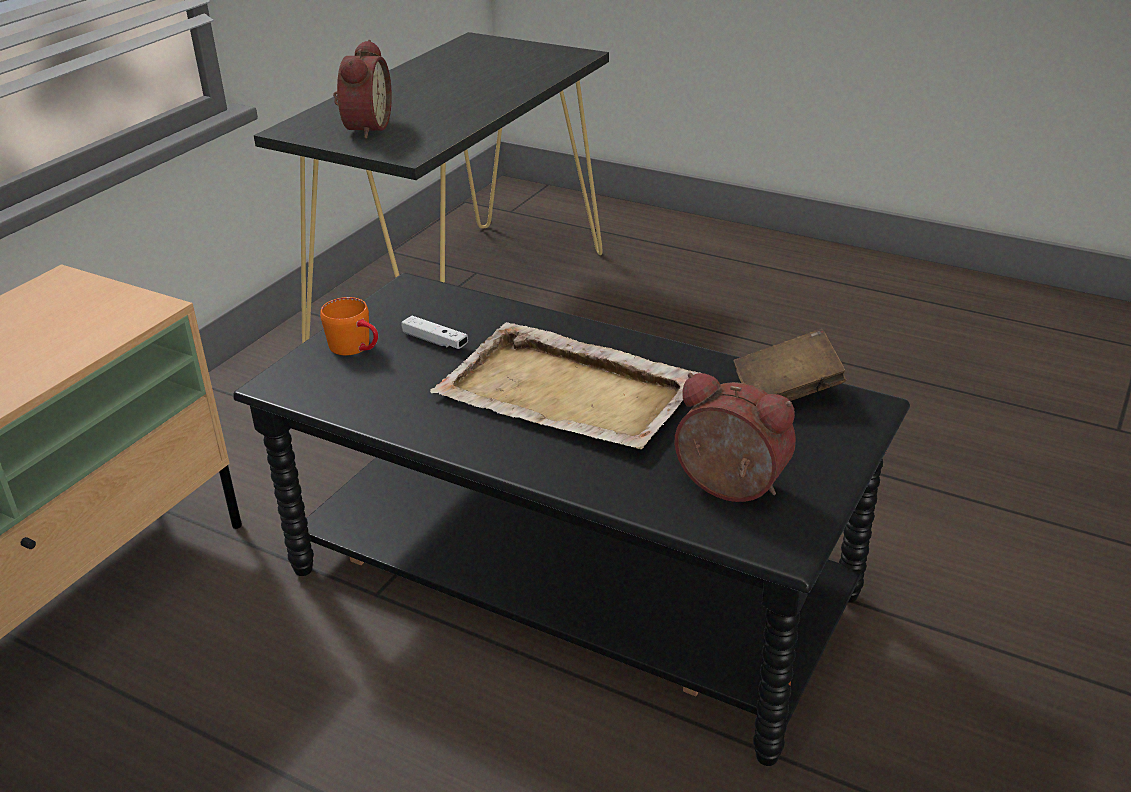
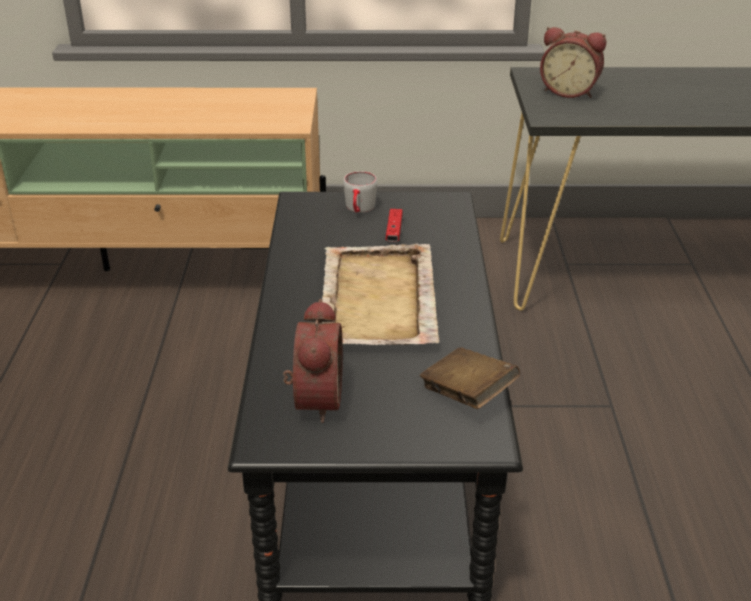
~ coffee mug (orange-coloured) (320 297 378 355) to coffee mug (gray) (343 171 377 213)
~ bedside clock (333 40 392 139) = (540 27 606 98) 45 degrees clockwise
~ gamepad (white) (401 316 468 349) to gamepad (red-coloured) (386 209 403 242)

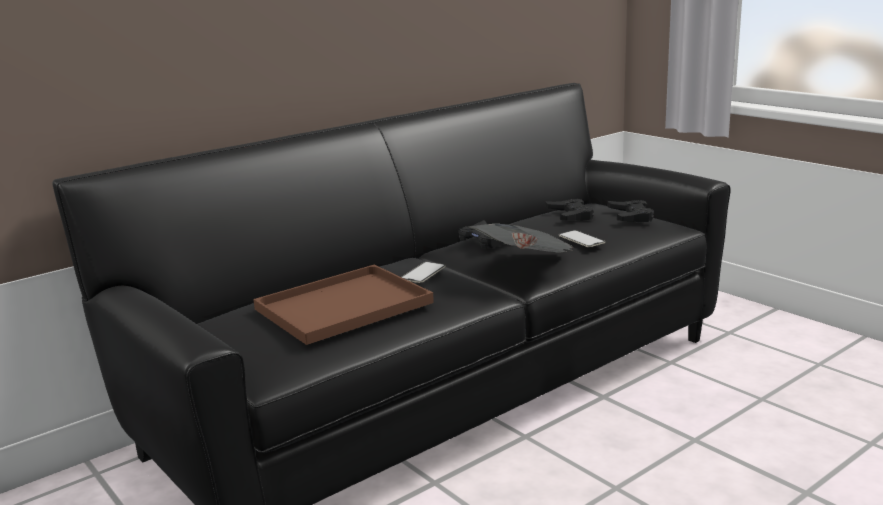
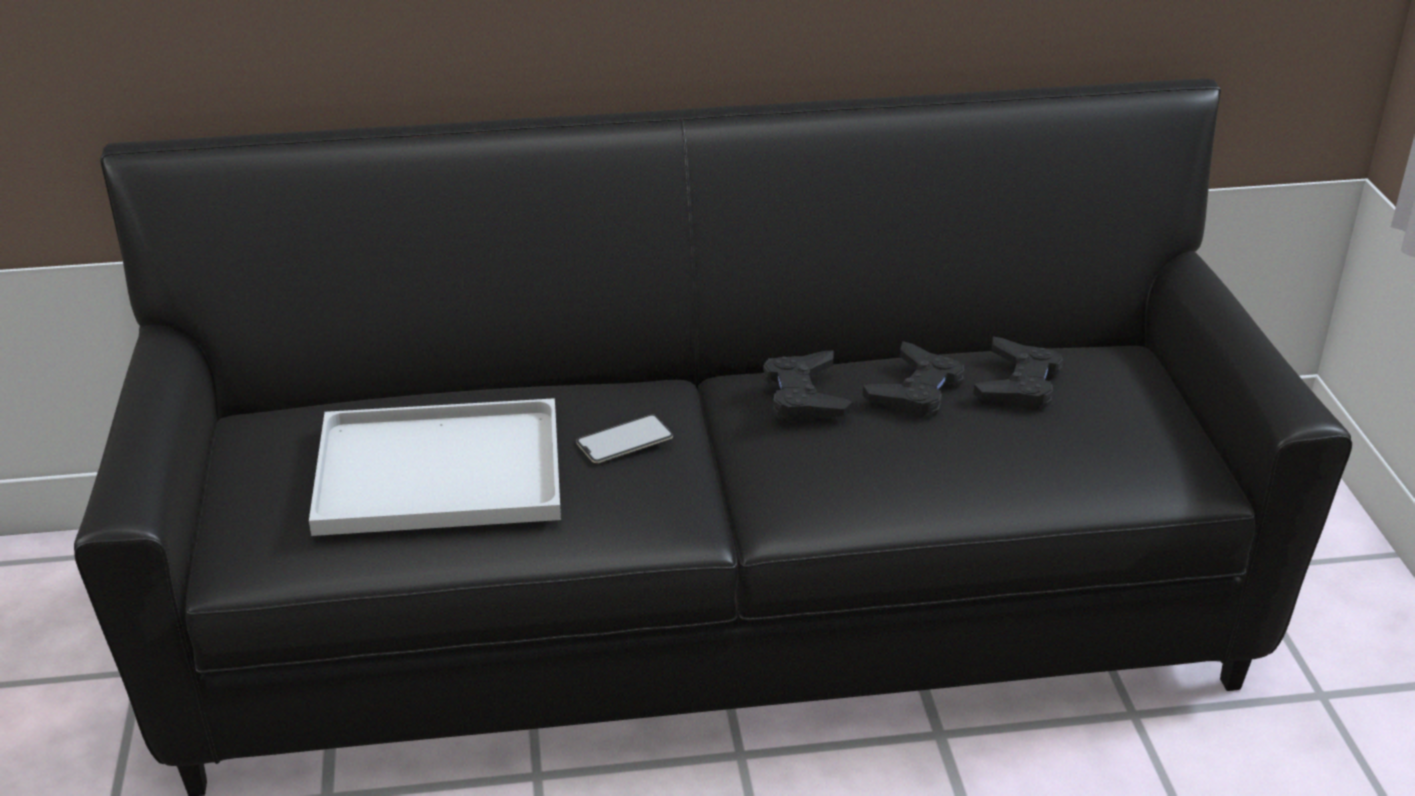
~ tray (brown) (253 264 434 345) to tray (white) (309 398 561 536)
- printed paper (469 224 574 252)
- phone (559 230 605 247)
~ gamepad (black) (607 200 654 222) to (862 341 964 418)

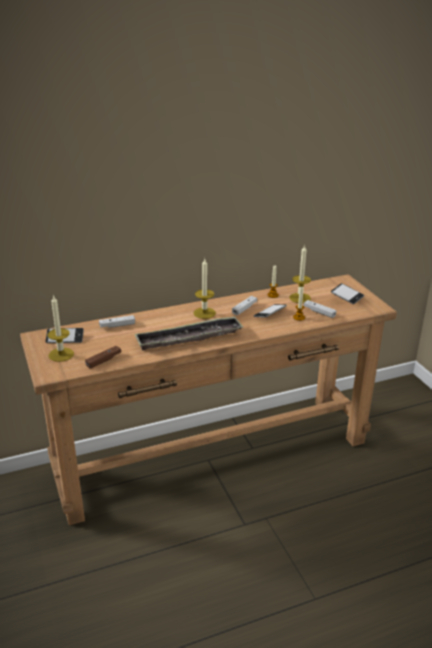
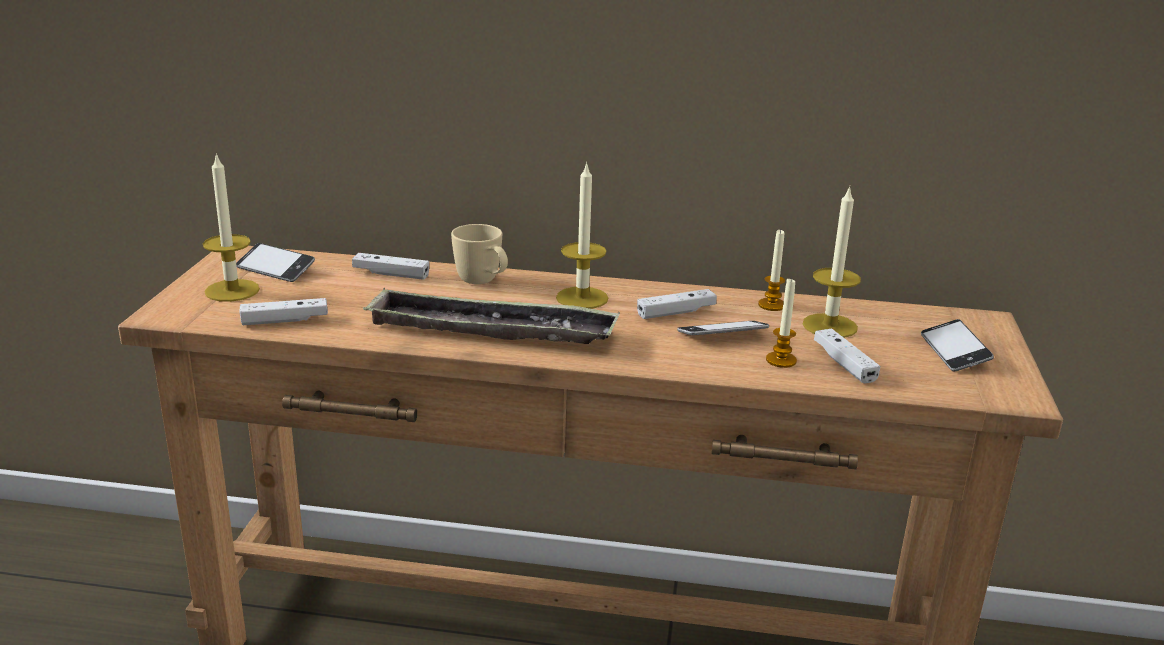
~ gamepad (brown) (85 346 121 369) to gamepad (white) (240 298 328 325)
+ coffee mug (sand-coloured) (451 224 508 284)

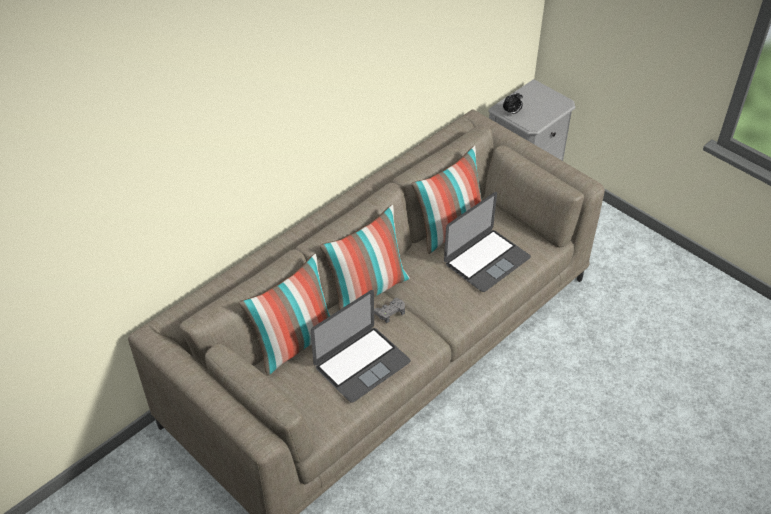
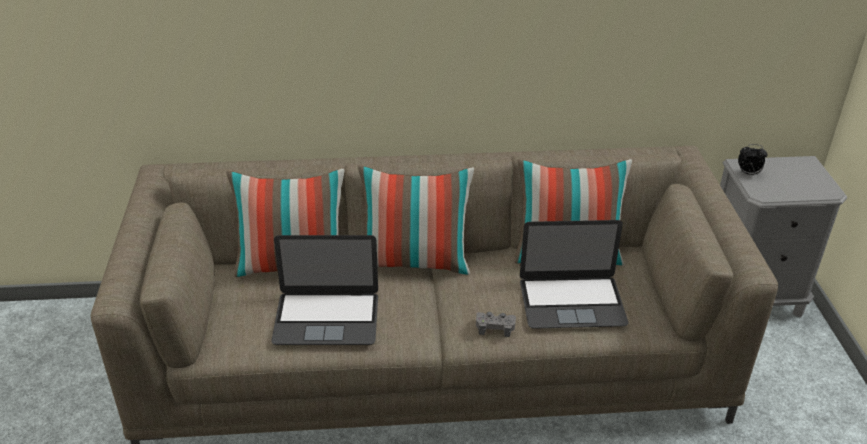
~ gamepad (gray) (374 298 405 323) to (476 312 516 337)

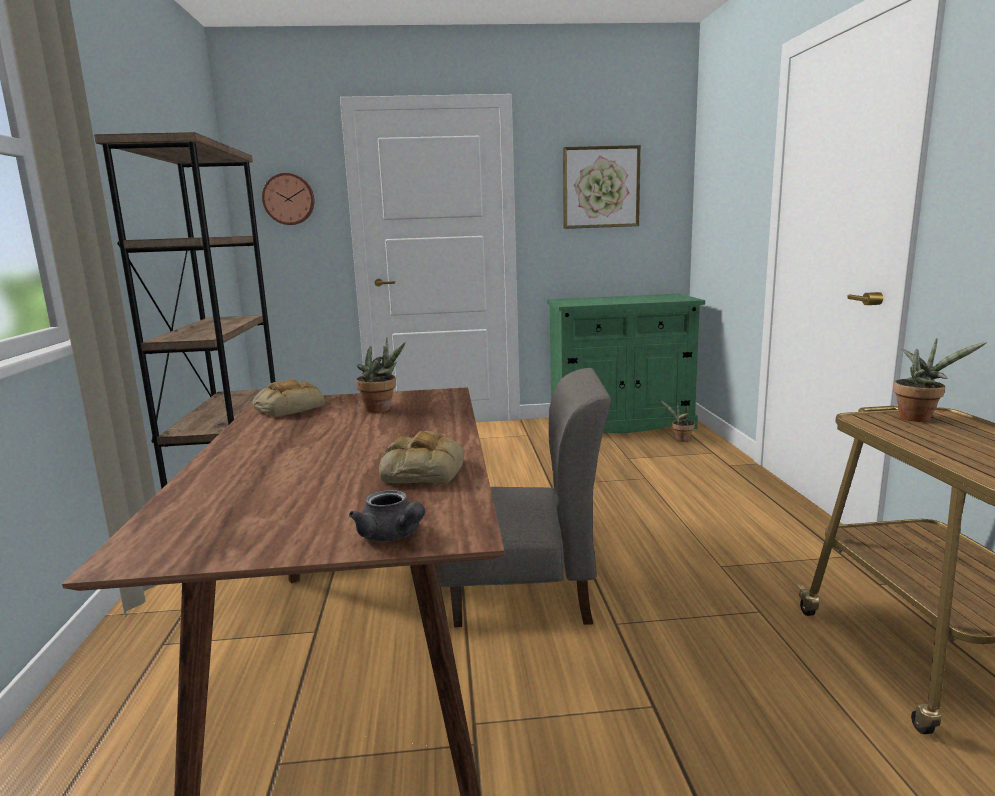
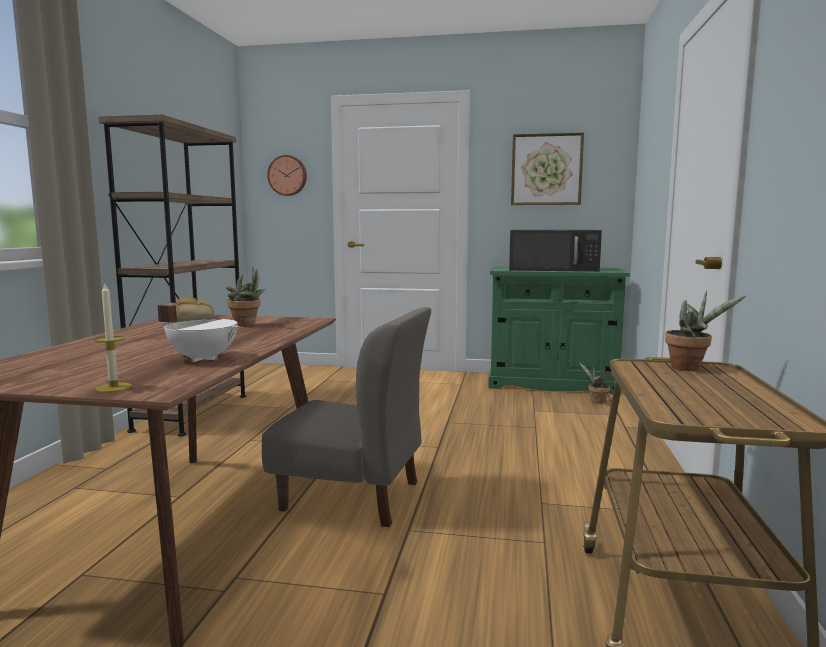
~ tea pot (gray) (349 490 425 542) to candle (94 284 132 392)
~ bread (379 431 464 484) to saucepot (white) (158 305 240 362)
+ microwave (black) (509 230 602 272)

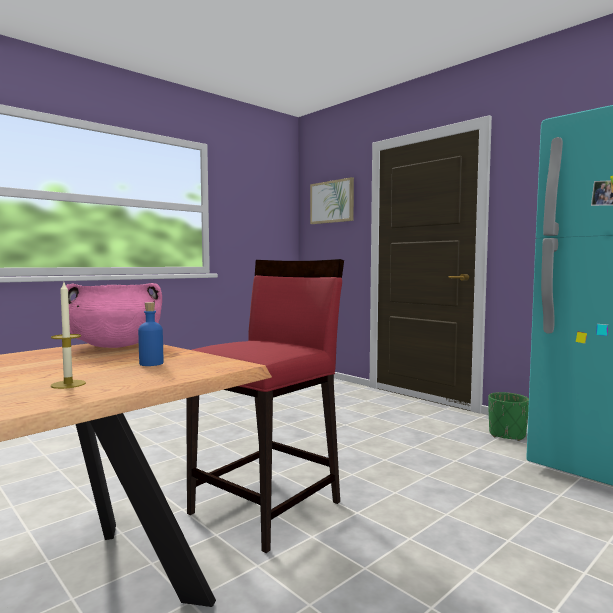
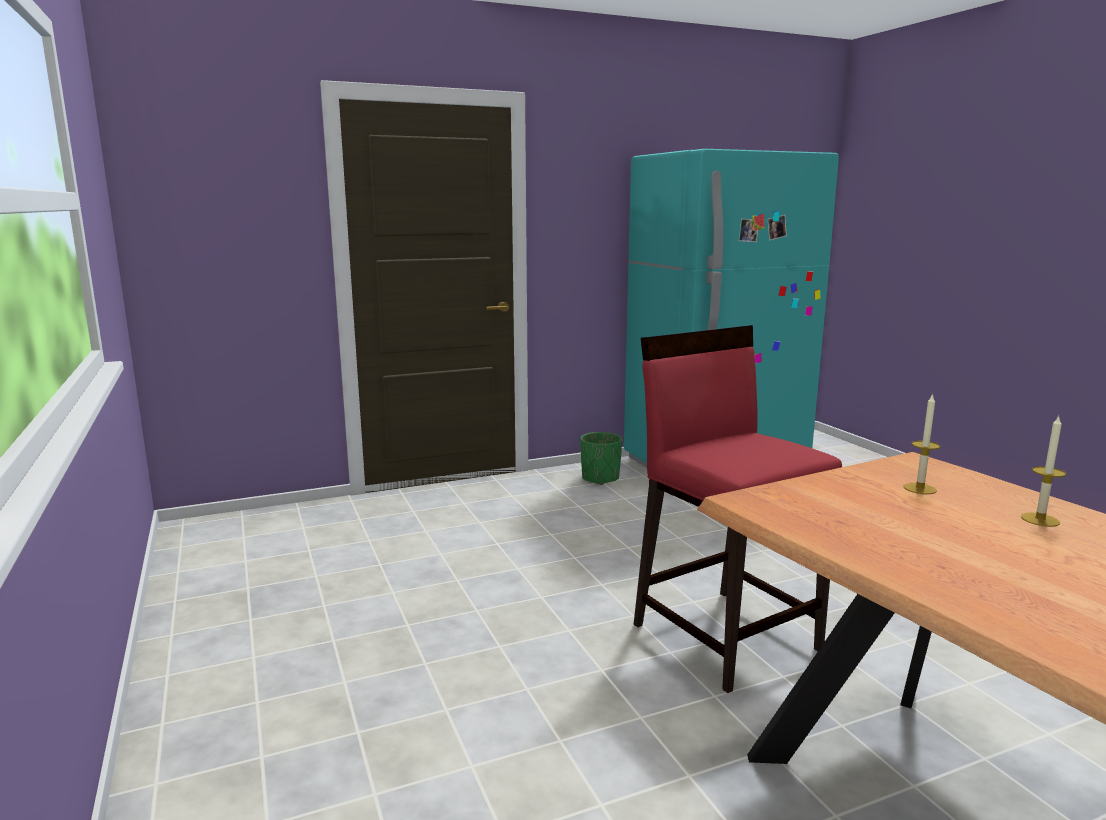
- saucepot (pink-coloured) (66 283 162 348)
~ drink bottle (blue-coloured) (138 302 163 366) to candle (904 393 940 494)
- wall art (310 177 354 224)

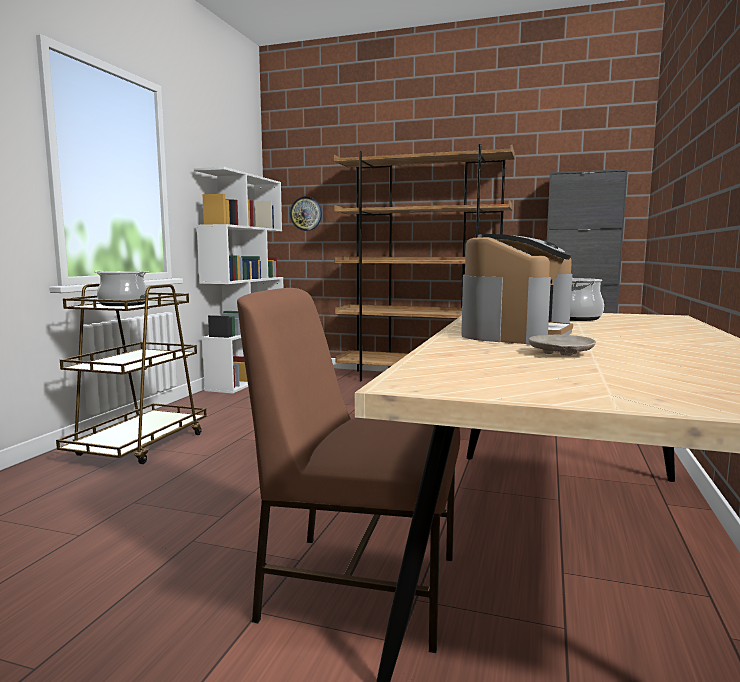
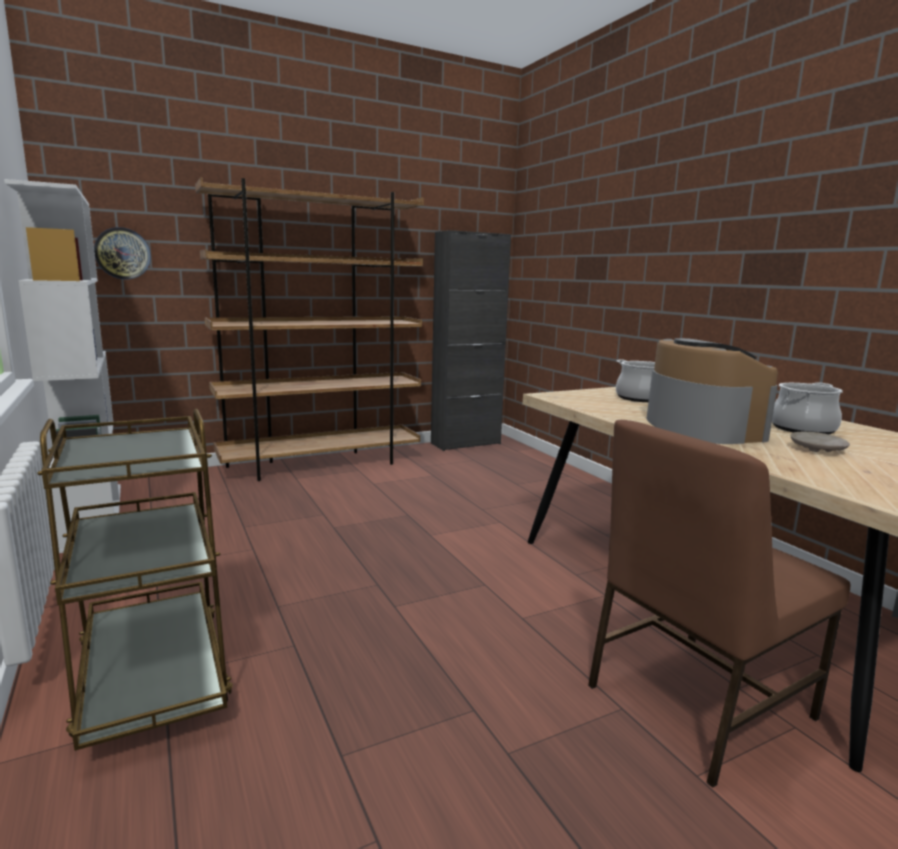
~ saucepot (94 271 149 306) to (772 382 843 434)

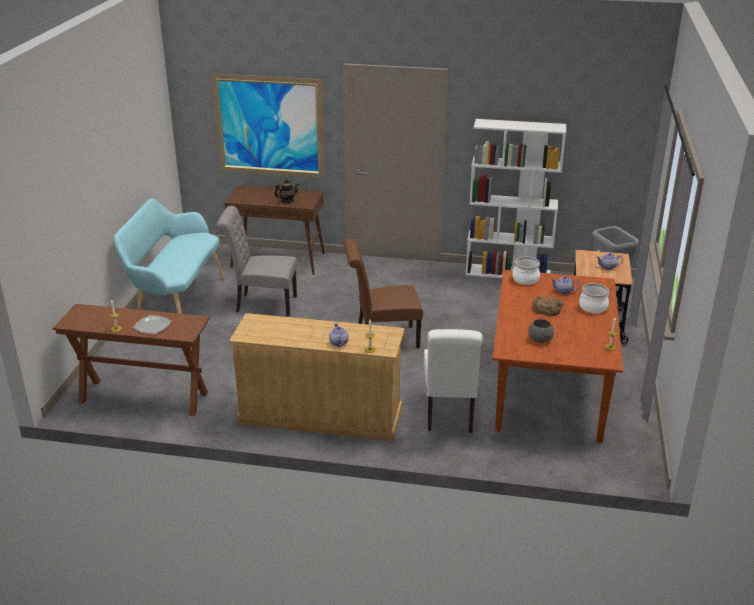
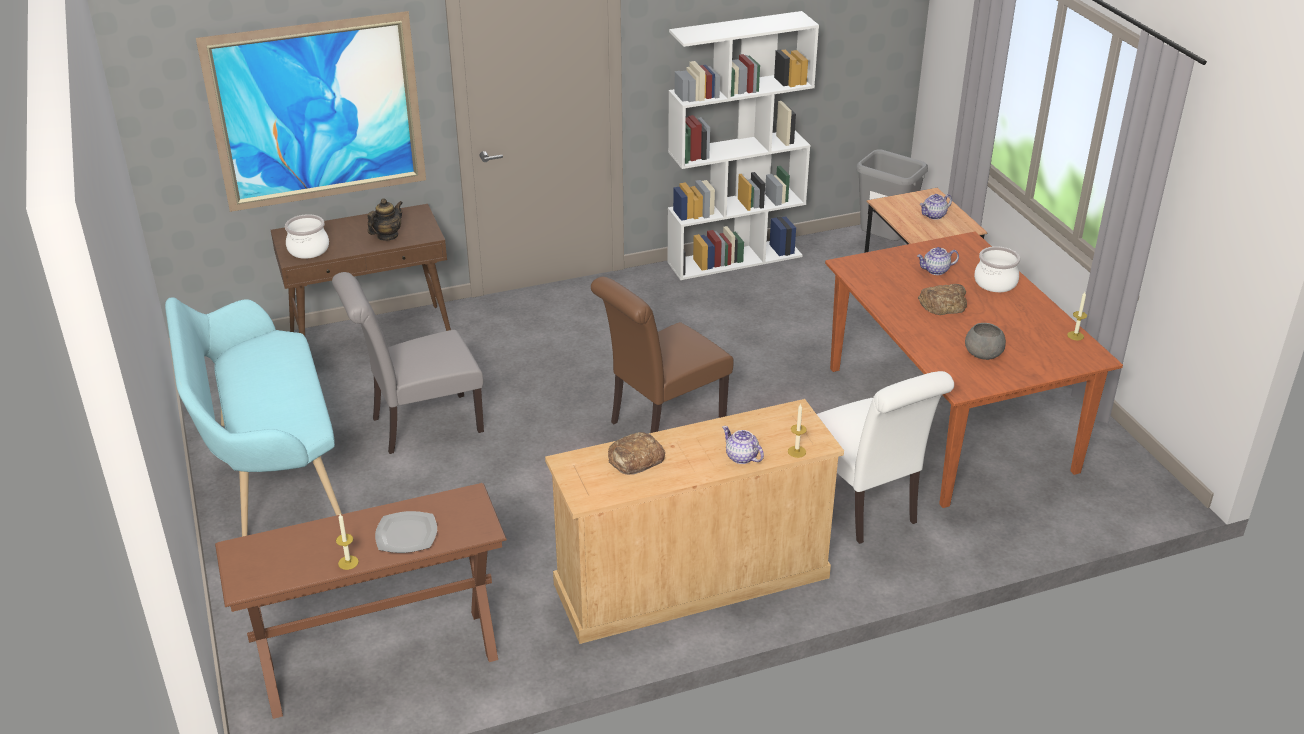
~ saucepot (512 257 540 285) to (285 214 329 259)
+ bread (608 432 666 475)

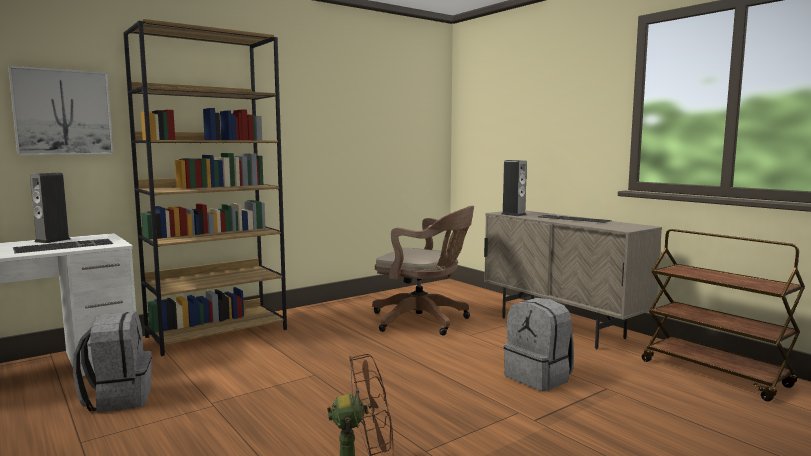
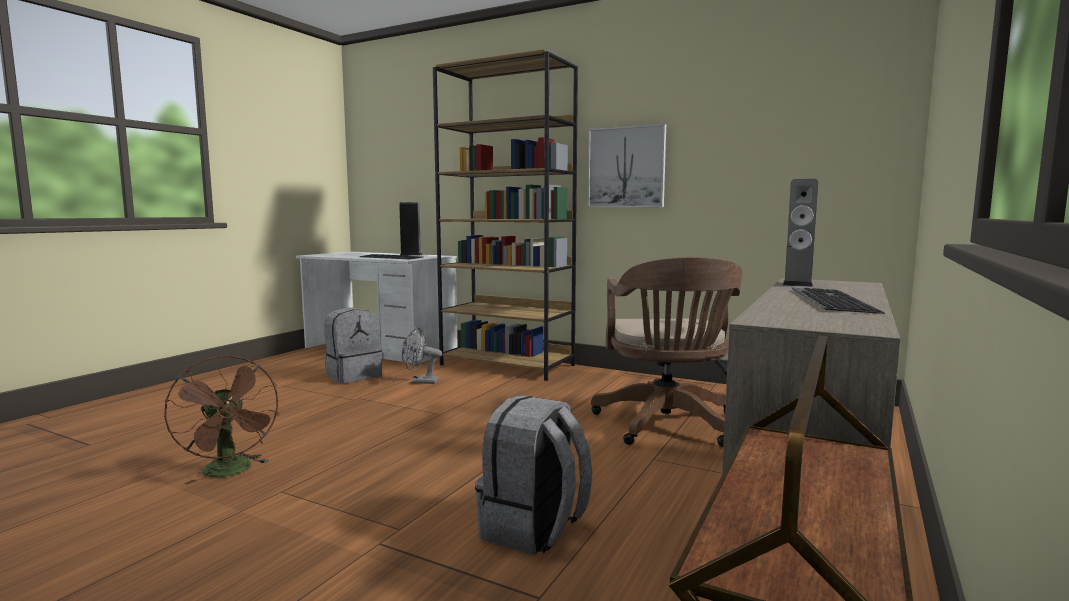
~ wall art (8 66 114 155) to (587 124 666 208)
+ electric fan (gray) (402 327 442 384)

